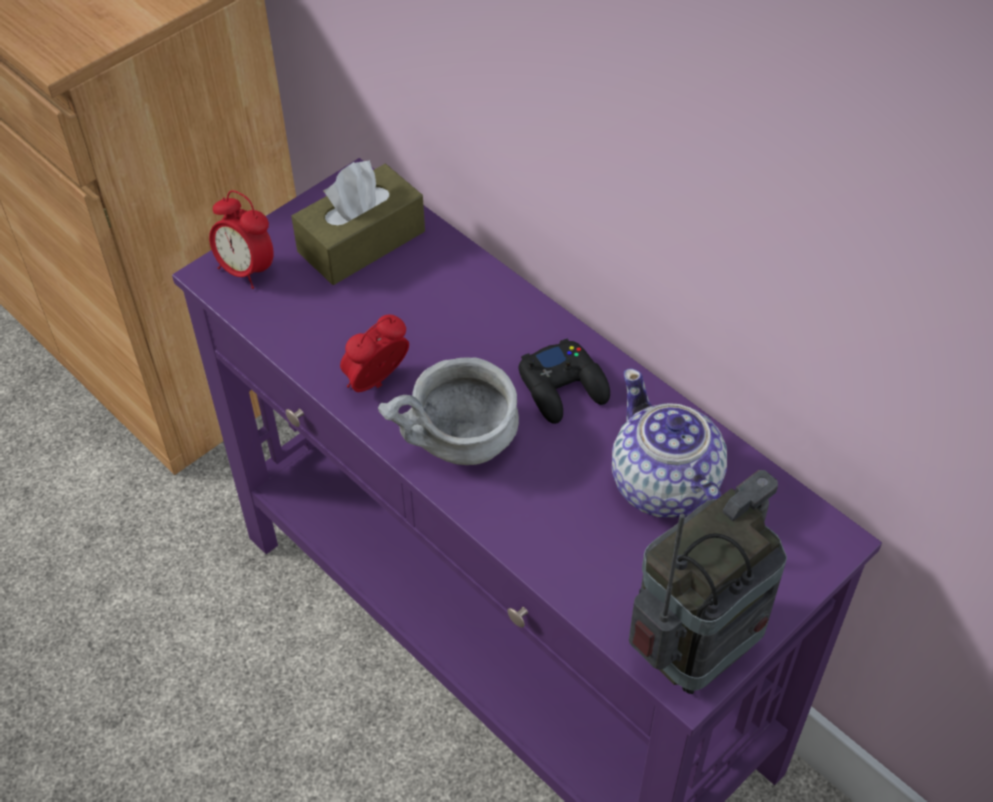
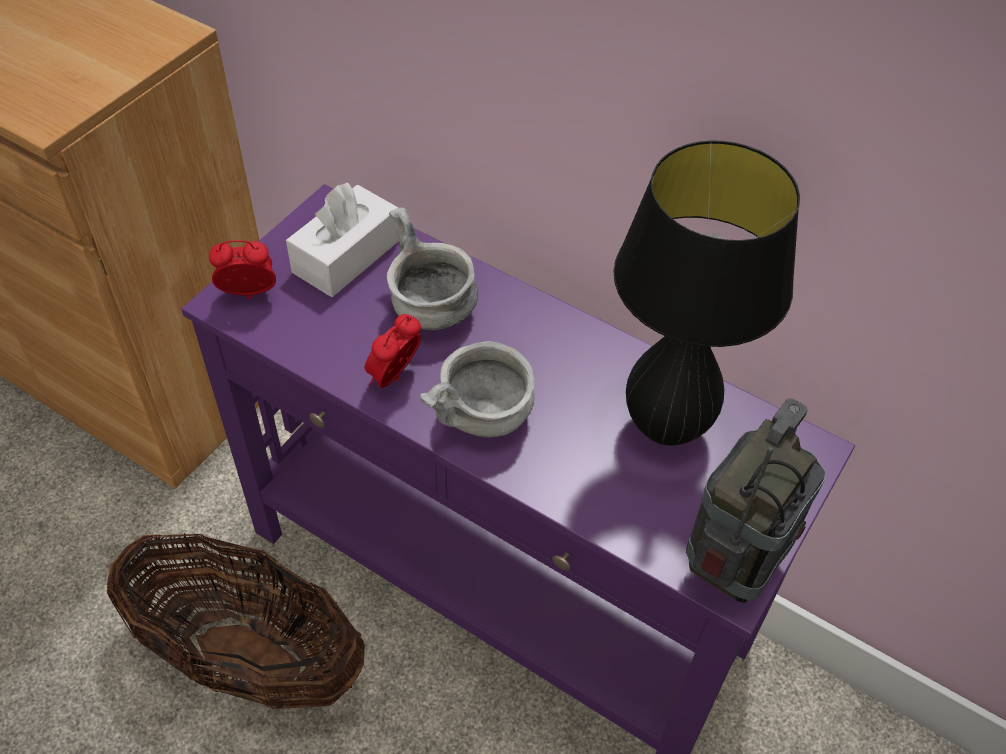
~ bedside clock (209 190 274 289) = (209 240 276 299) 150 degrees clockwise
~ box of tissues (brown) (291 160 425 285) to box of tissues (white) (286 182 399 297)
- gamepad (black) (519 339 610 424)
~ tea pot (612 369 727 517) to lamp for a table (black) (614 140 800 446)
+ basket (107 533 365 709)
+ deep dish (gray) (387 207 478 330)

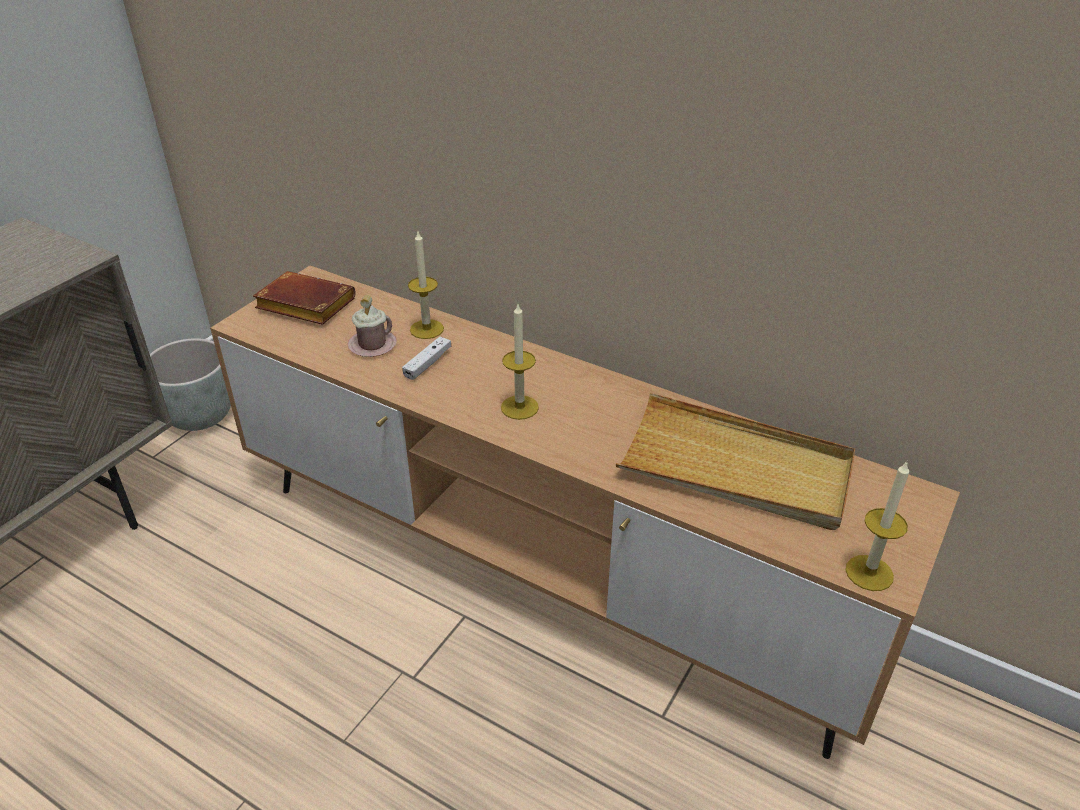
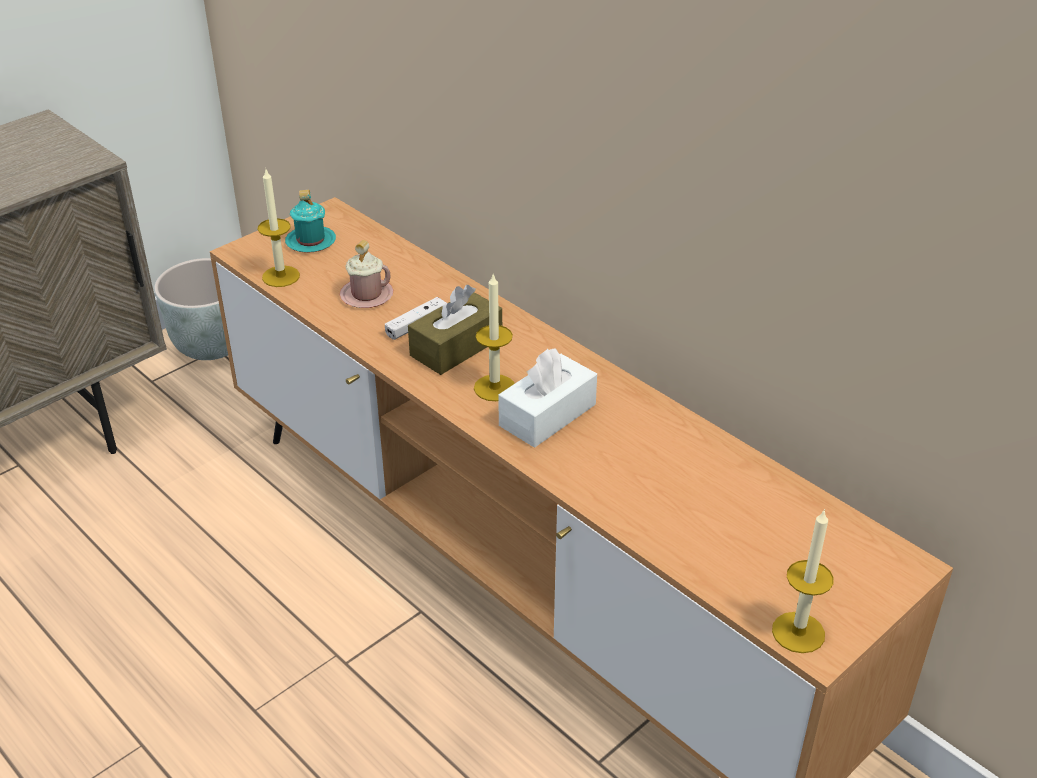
~ book (brown) (253 271 355 325) to coffee mug (turquoise) (285 190 336 253)
~ candle (408 232 444 339) to (258 170 300 287)
- tray (sand-coloured) (616 393 855 530)
+ box of tissues (brown) (408 285 502 375)
+ box of tissues (white) (498 348 597 448)

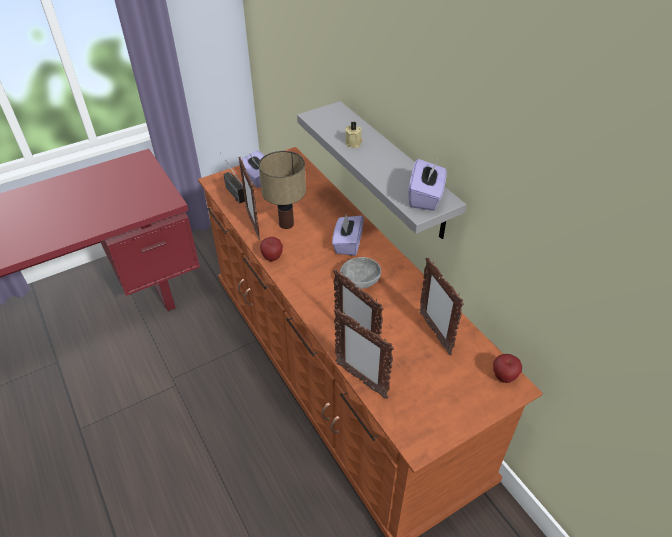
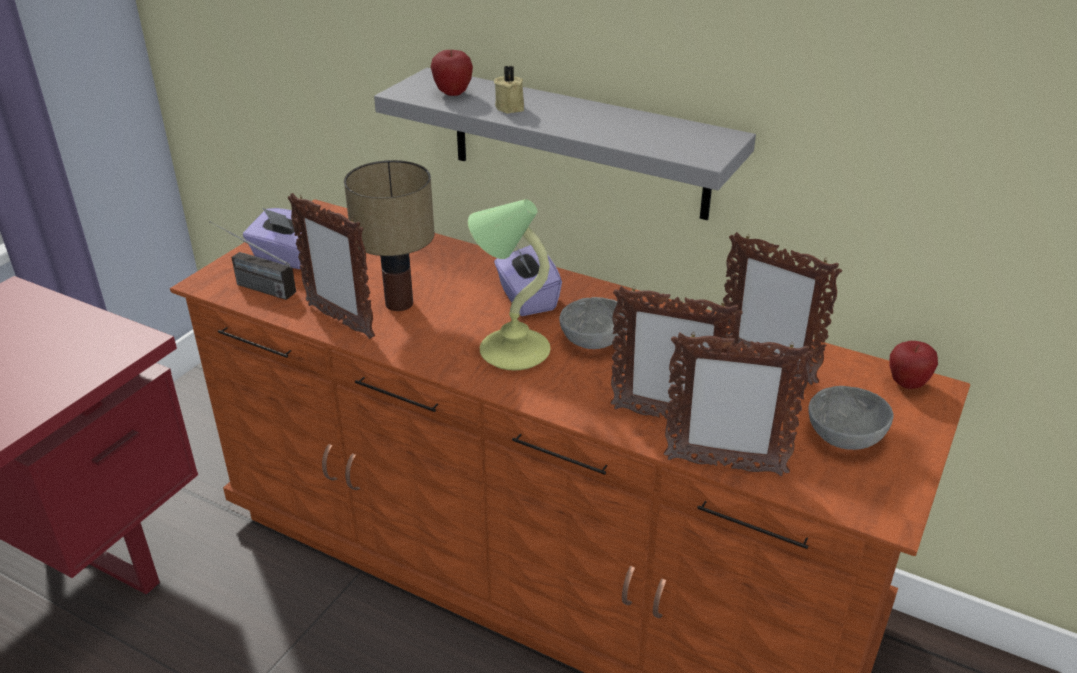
~ apple fruit (260 237 283 261) to (430 50 473 96)
- box of tissues (purple-coloured) (409 159 447 211)
+ lamp for a table (468 199 551 370)
+ deep dish (gray) (808 386 894 450)

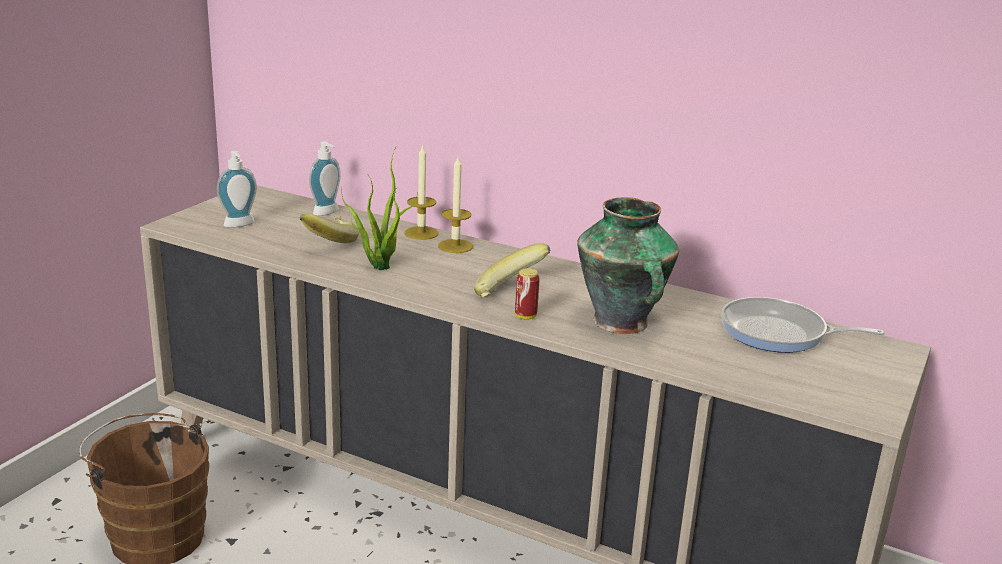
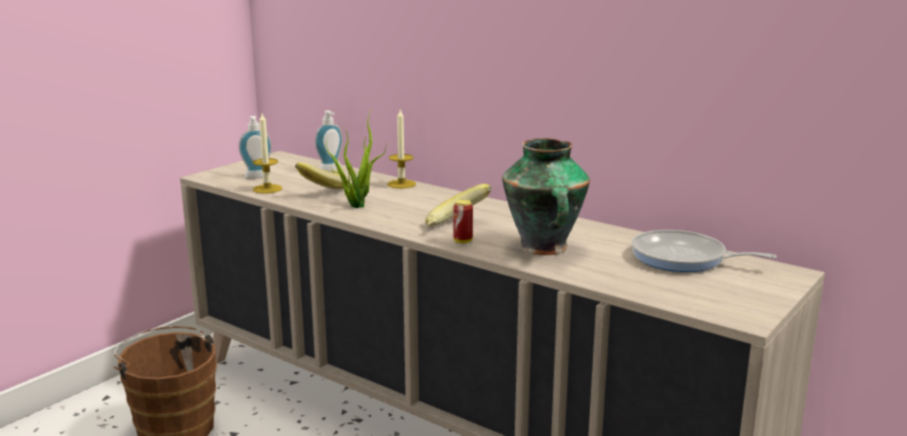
~ candle (438 157 473 253) to (253 113 282 194)

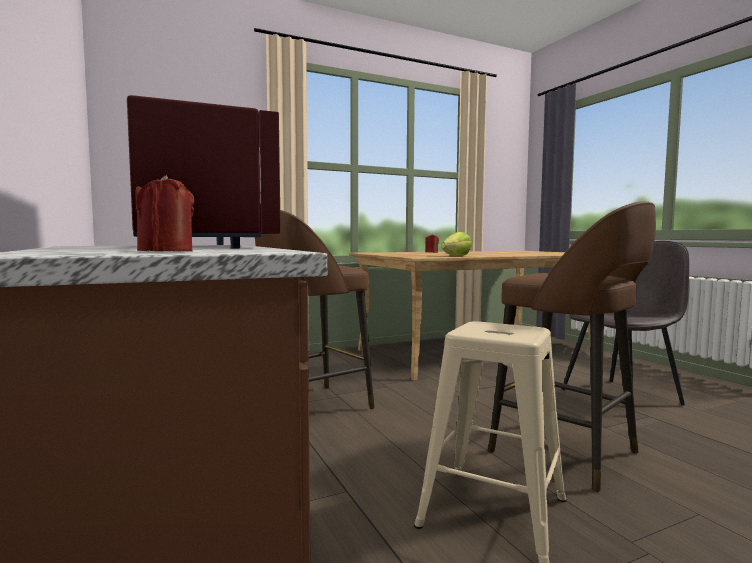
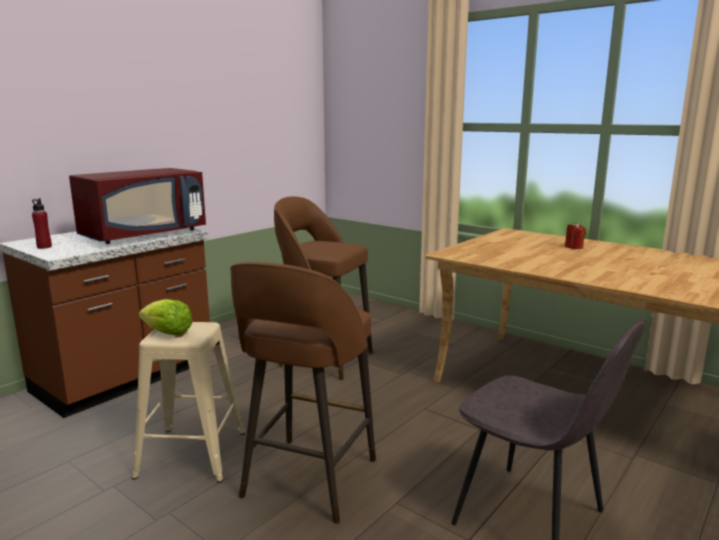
~ candle (red-coloured) (135 175 194 252) to drink bottle (red-coloured) (32 198 52 249)
~ lettuce (441 232 472 256) to (139 299 192 335)

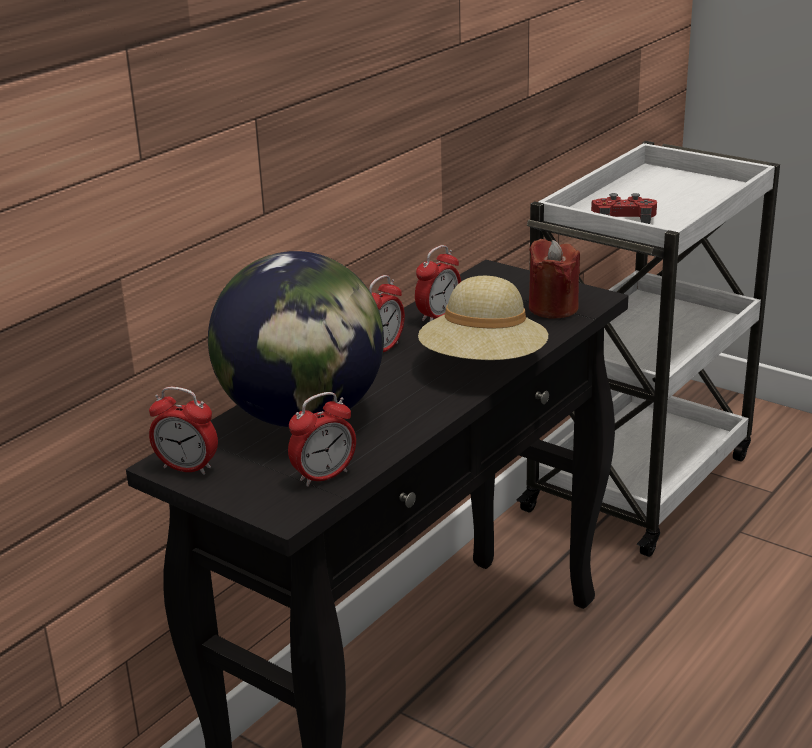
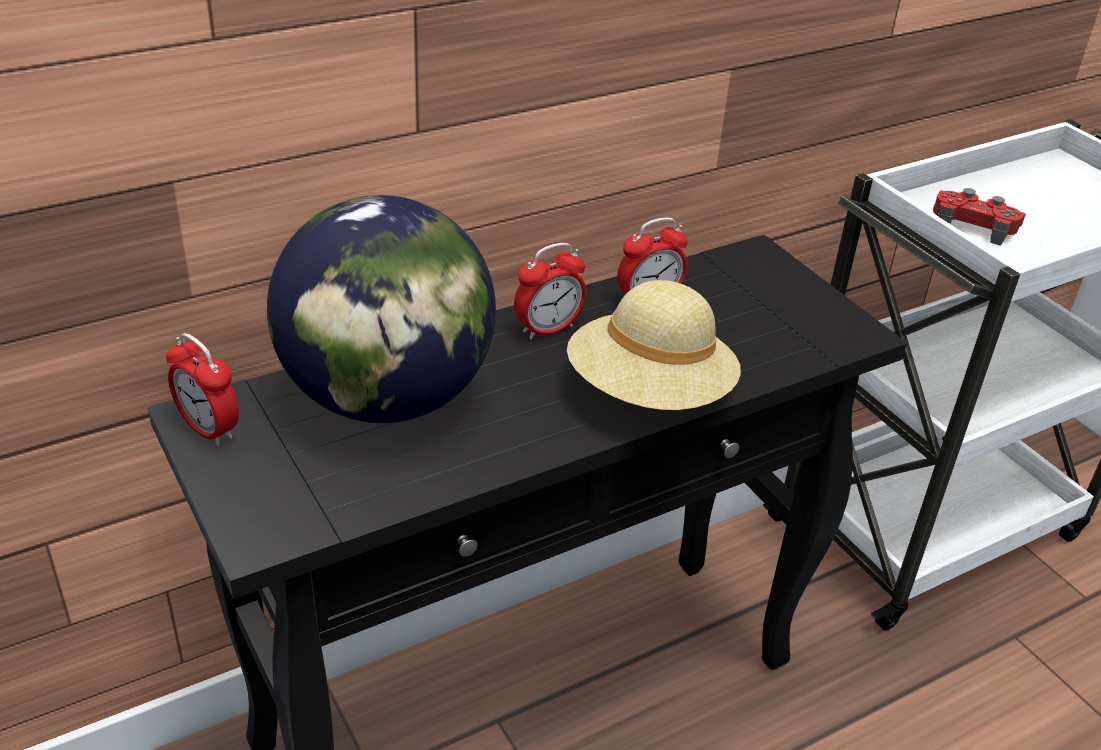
- bedside clock (288 392 356 487)
- candle (red-coloured) (529 239 580 318)

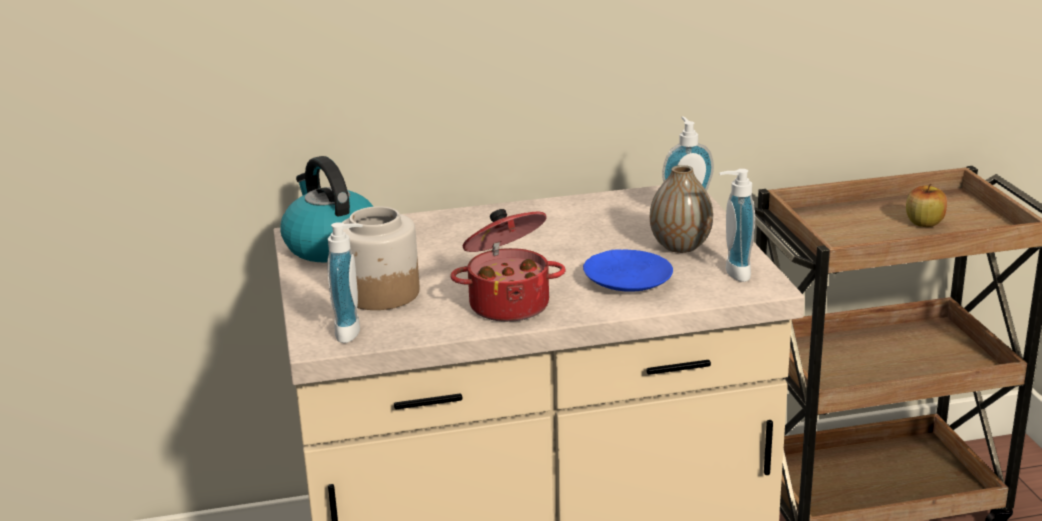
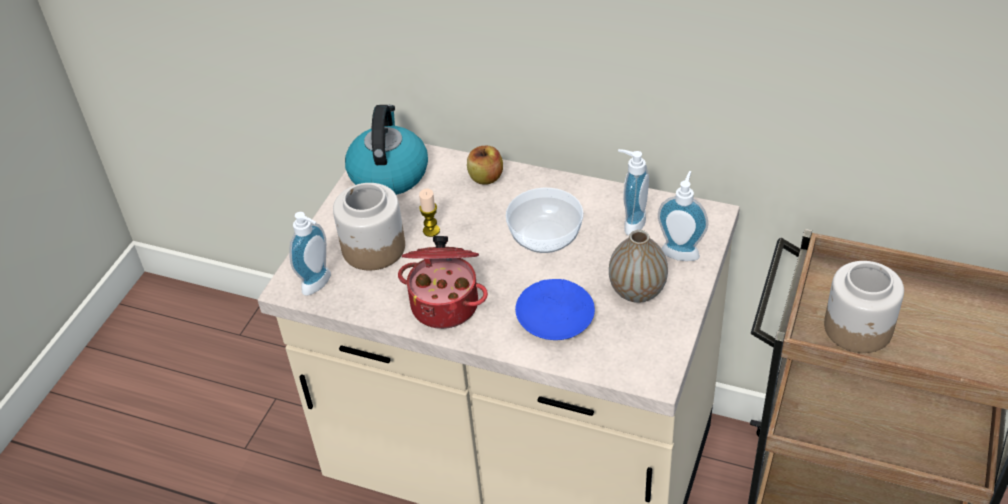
~ soap bottle (719 169 755 282) to (618 149 649 236)
~ apple fruit (906 183 947 227) to (467 146 503 185)
+ candle (419 189 440 237)
+ deep dish (506 188 583 253)
+ preserve jar (824 261 904 353)

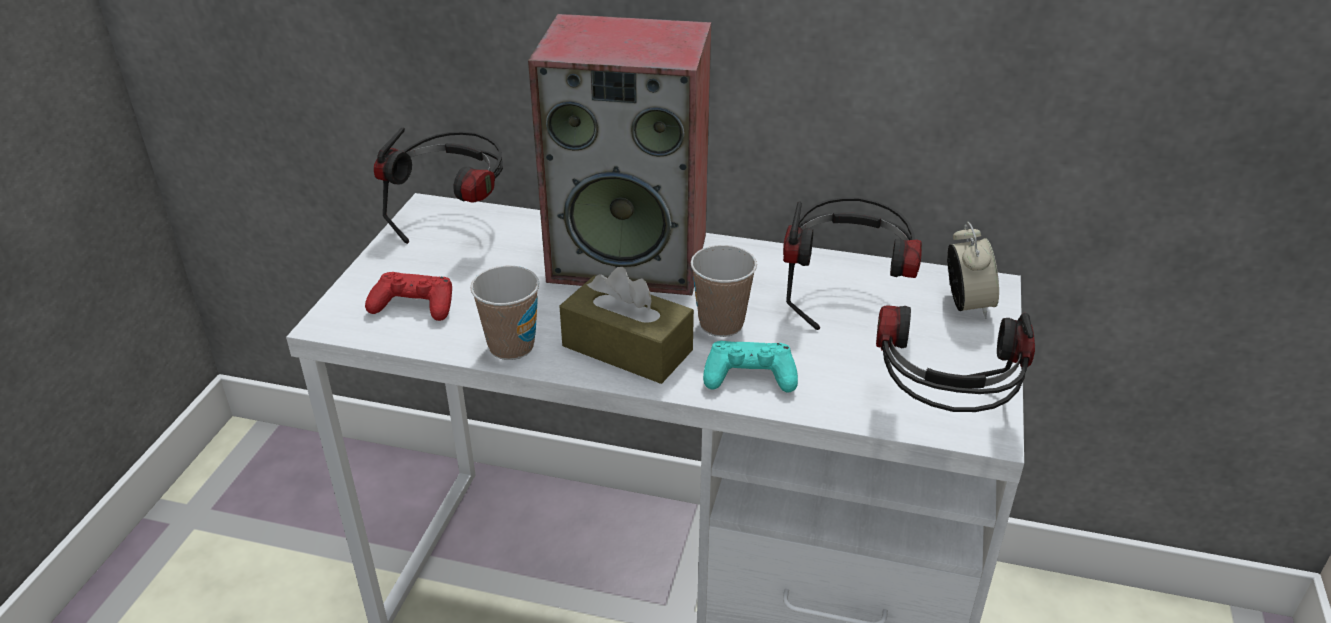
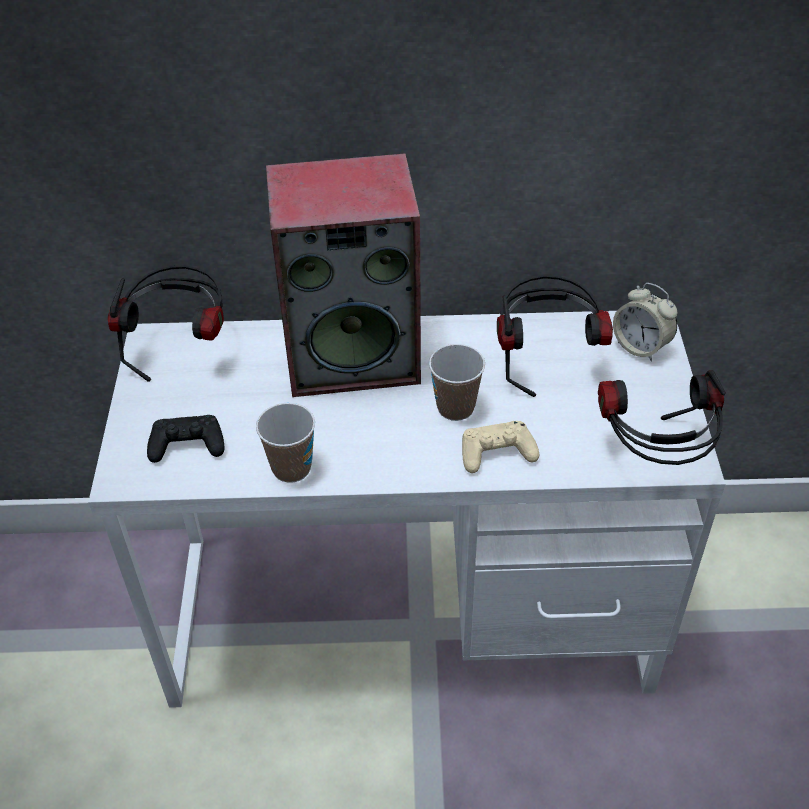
~ gamepad (red-coloured) (365 272 452 321) to gamepad (black) (147 415 224 463)
- box of tissues (brown) (559 267 694 384)
~ gamepad (turquoise) (703 341 798 393) to gamepad (sand-coloured) (462 421 539 473)
~ bedside clock (947 222 999 318) = (613 283 677 361) 150 degrees clockwise

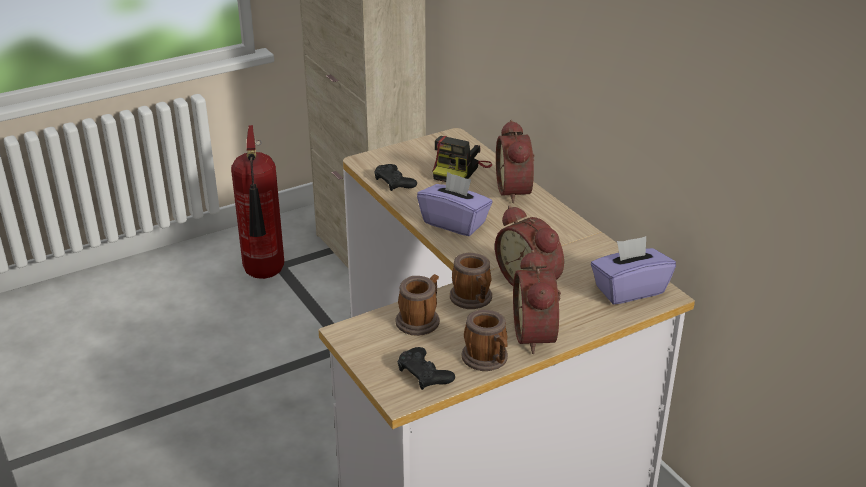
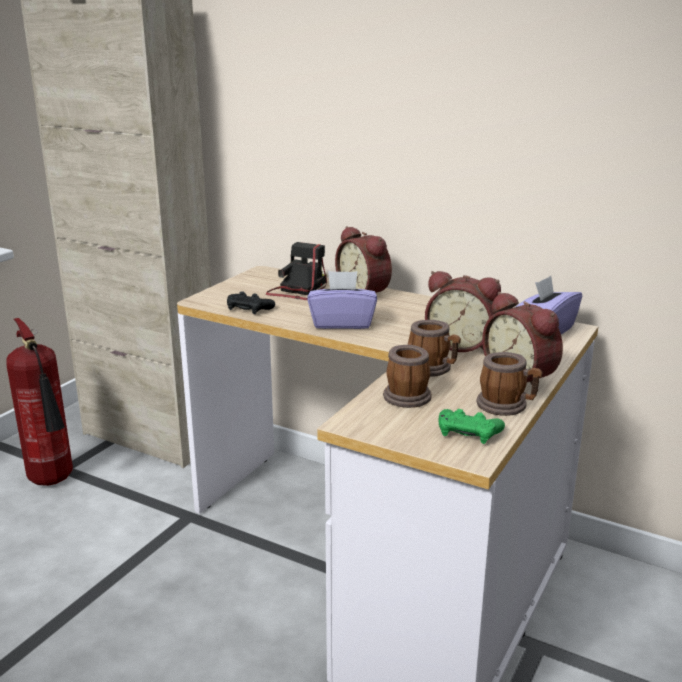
~ gamepad (black) (398 347 455 390) to gamepad (green) (439 409 505 444)
~ still camera (432 136 492 182) = (266 242 327 300) 150 degrees counterclockwise

